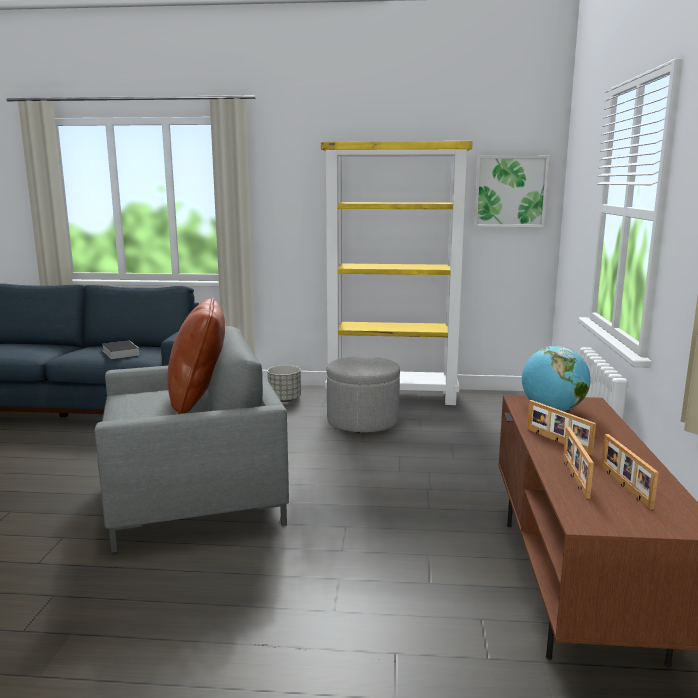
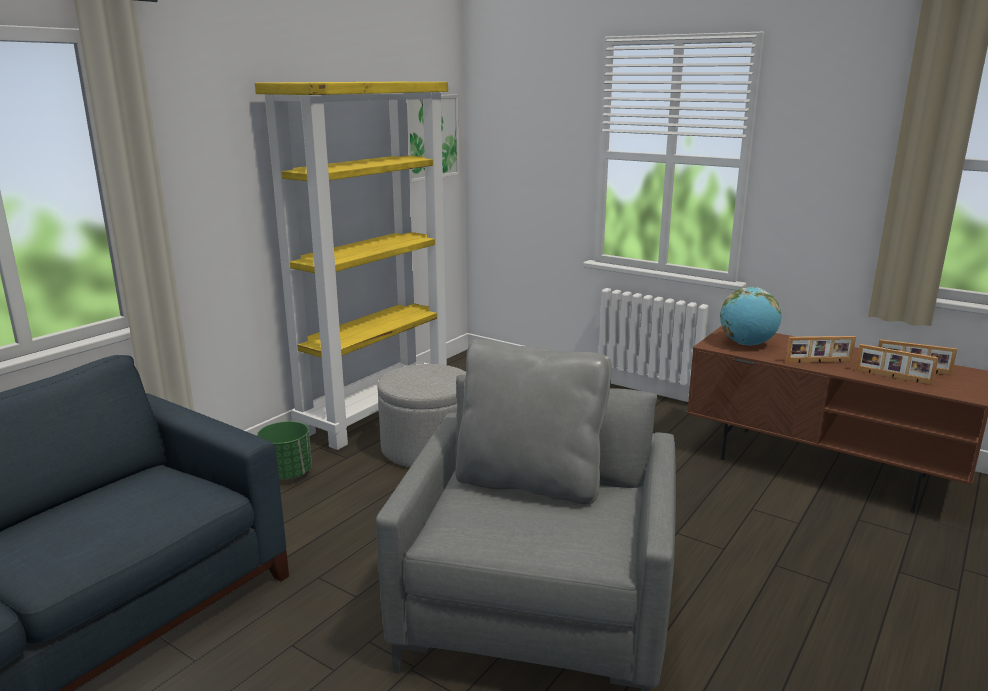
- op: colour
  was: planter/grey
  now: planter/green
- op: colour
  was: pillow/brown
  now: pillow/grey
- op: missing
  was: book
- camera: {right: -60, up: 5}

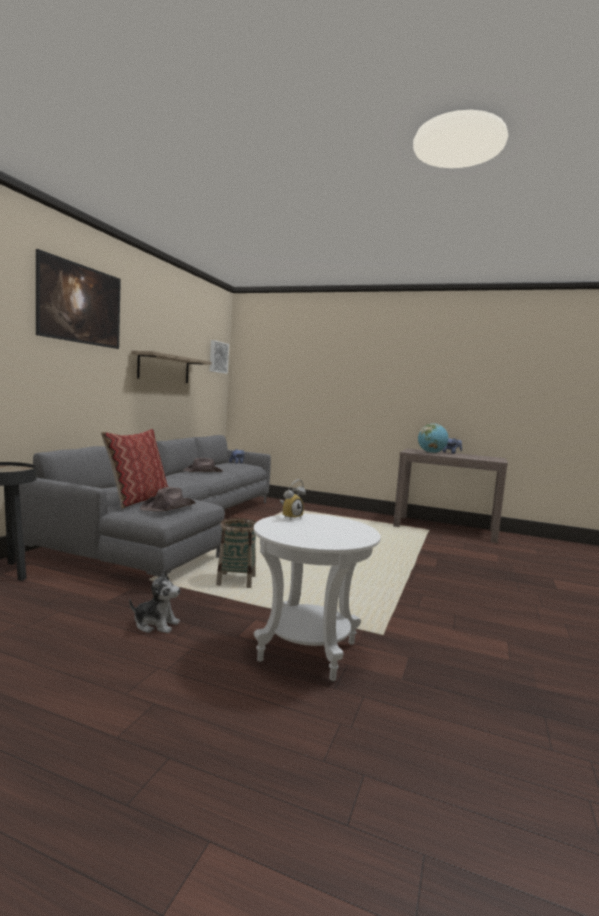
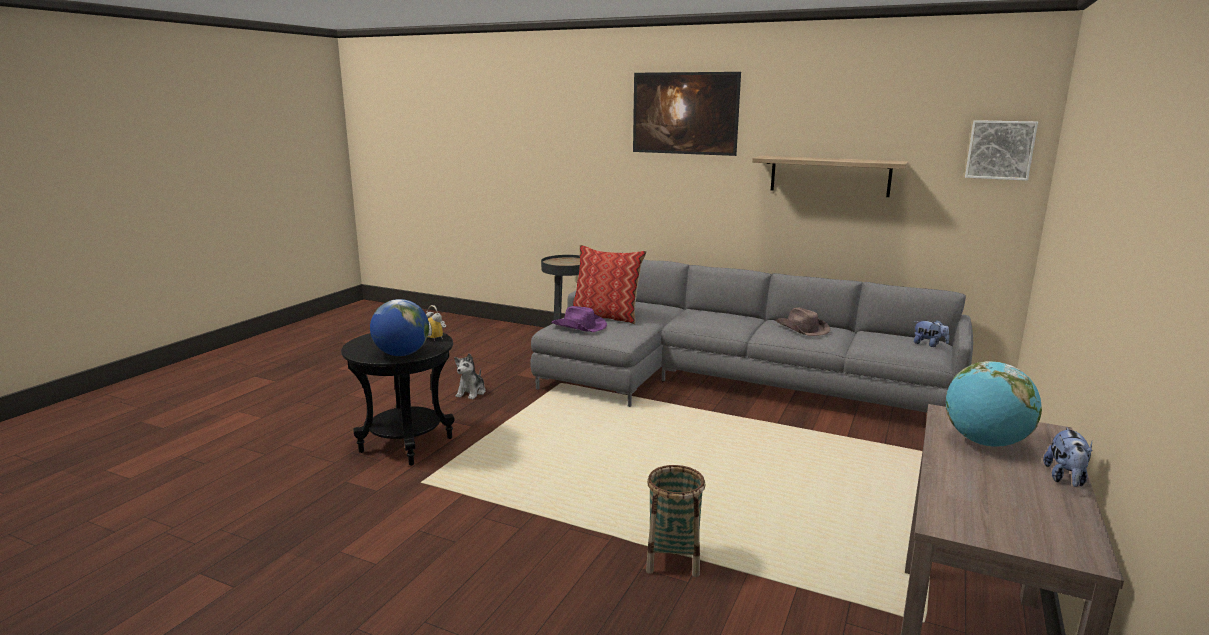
- op: colour
  was: side table/white
  now: side table/black (no. 1 from left)
- op: appeared
  now: globe (no. 1 from left)
- op: colour
  was: hat/brown (no. 1 from left)
  now: hat/purple
- op: relocated
  was: basket
- camera: {right: 95, up: 10}

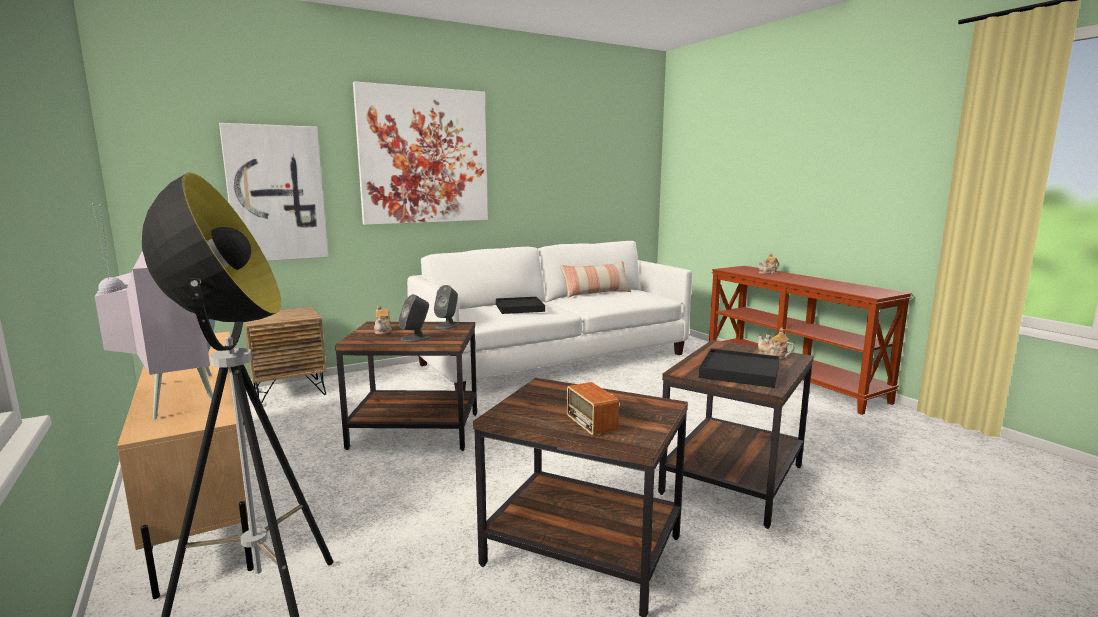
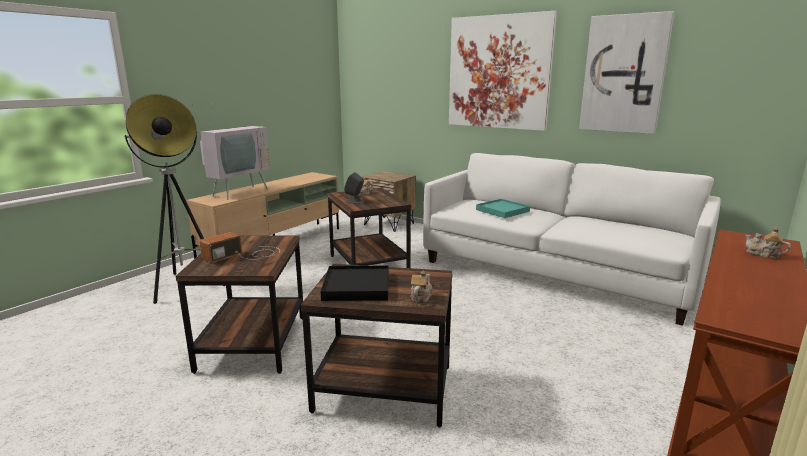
- op: colour
  was: tray/black (no. 1 from left)
  now: tray/turquoise
- op: relocated
  was: picture (no. 1 from left in the first image)
  now: picture (no. 2 from left)
- op: missing
  was: speaker/grey (no. 2 from left)
- op: missing
  was: pillow
- camera: {right: 65, up: 5}

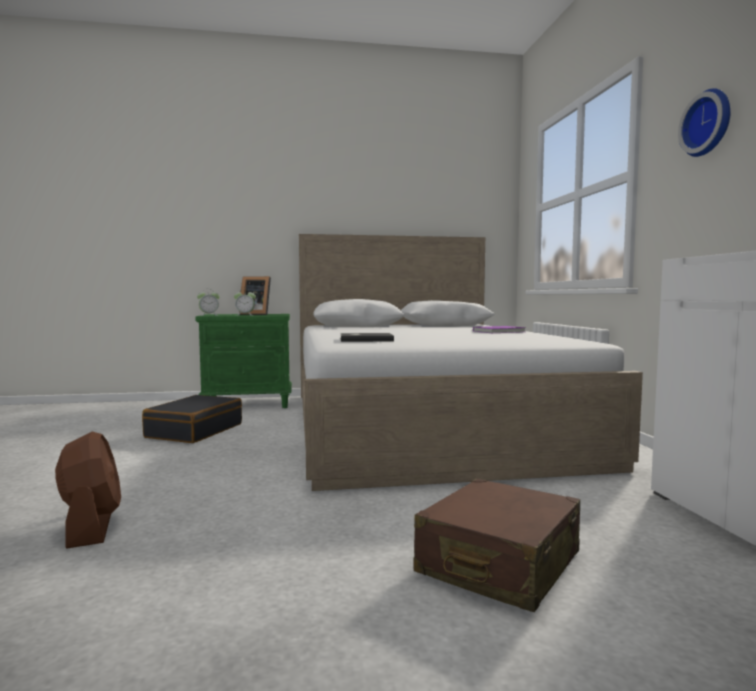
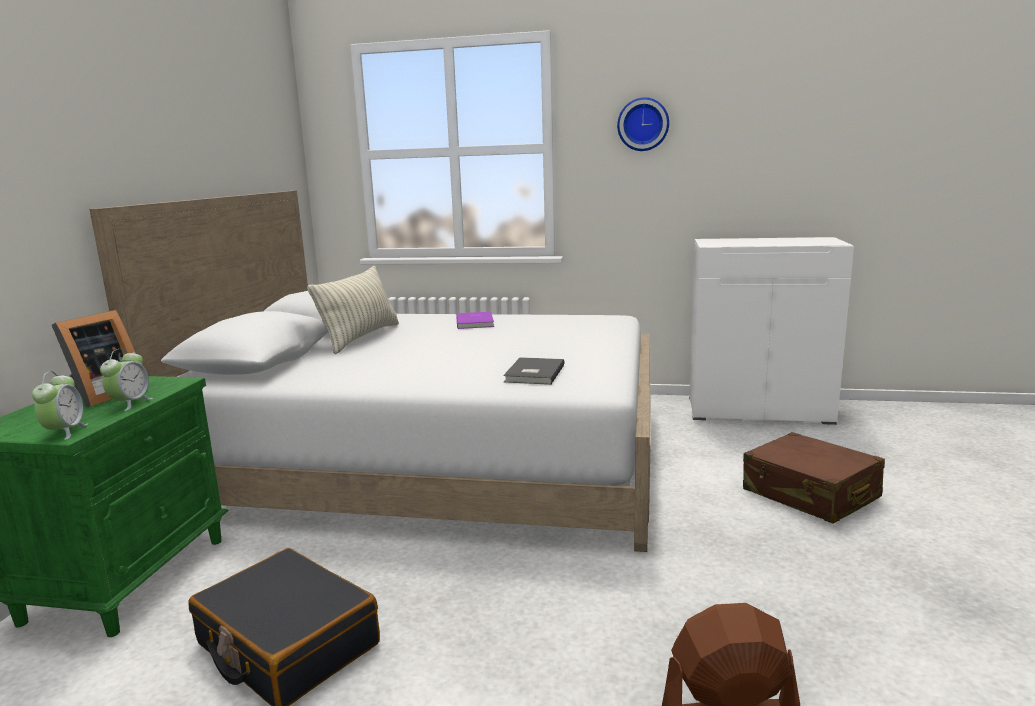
- op: appeared
  now: pillow
- camera: {right: -70, up: 10}

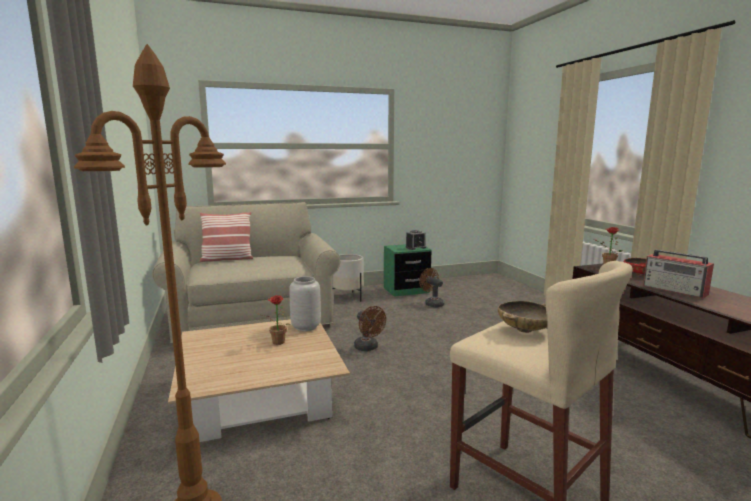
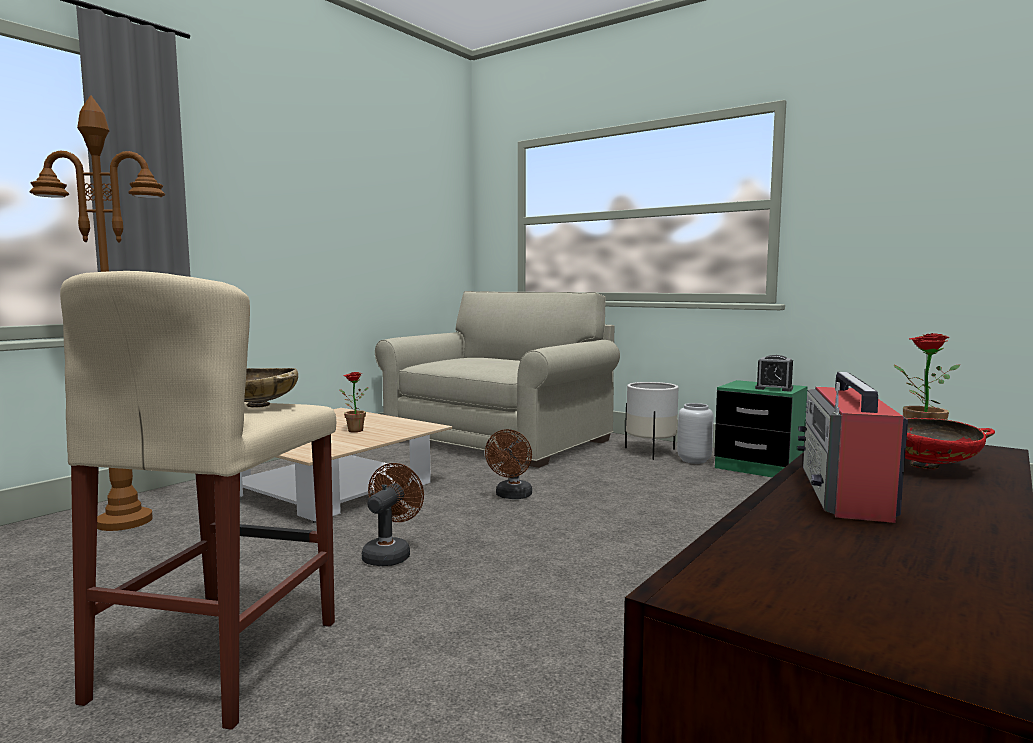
- op: relocated
  was: fan/brown (no. 2 from left in the first image)
  now: fan/brown (no. 1 from left)
- op: relocated
  was: vase/grey
- op: missing
  was: pillow
- camera: {right: 55, up: -5}

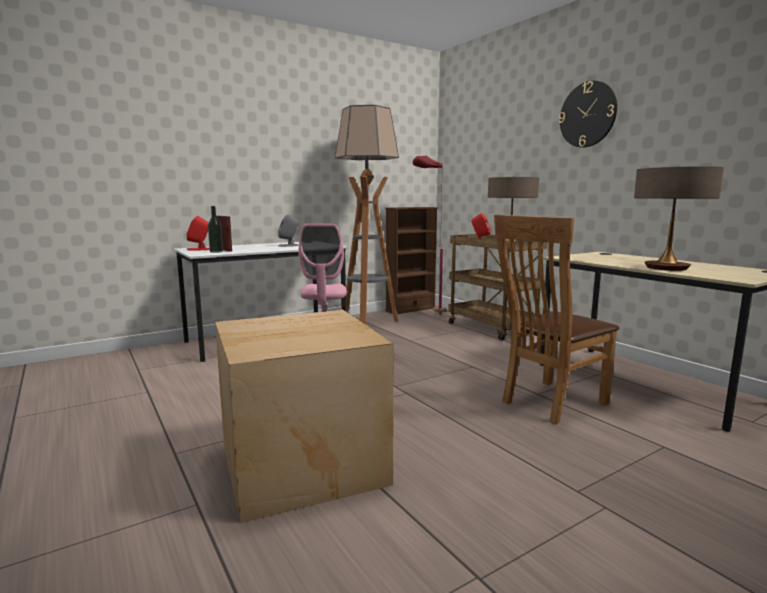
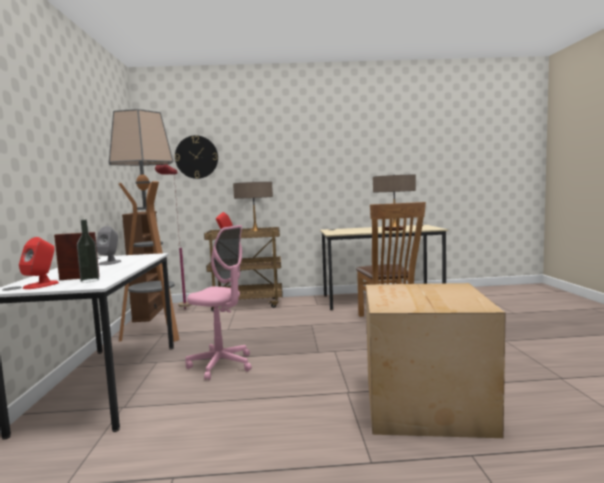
- op: relocated
  was: wall clock
- camera: {right: -60, up: -5}

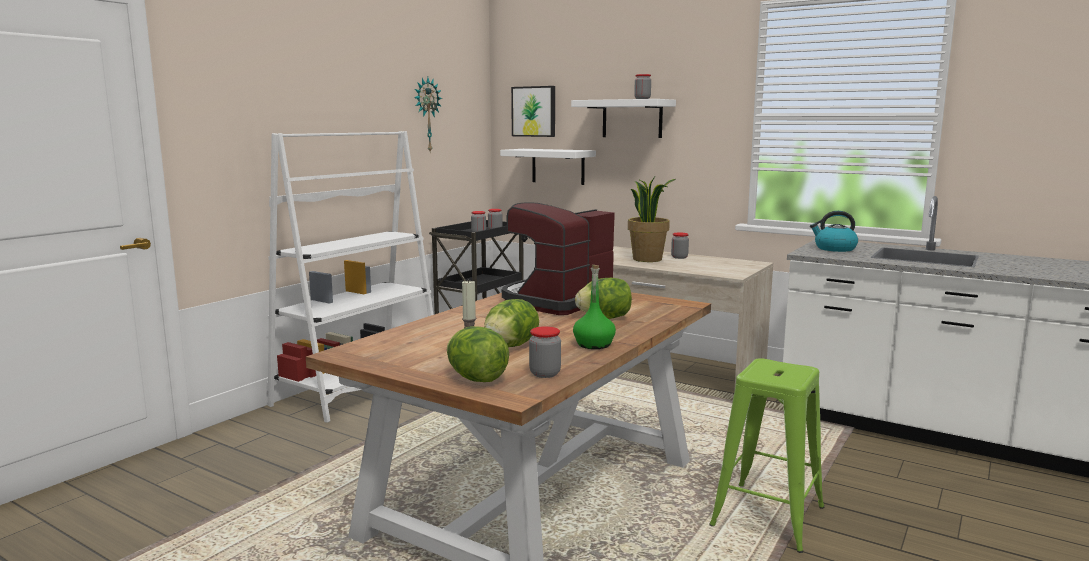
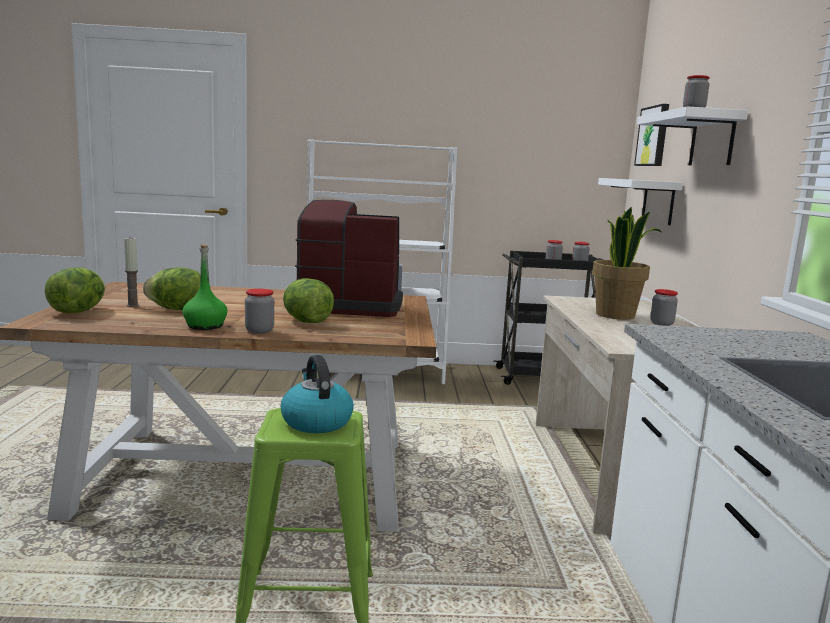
- op: relocated
  was: jar (no. 3 from left in the first image)
  now: jar (no. 1 from left)
- op: relocated
  was: kettle
- op: missing
  was: wall clock
- camera: {right: 55, up: 0}

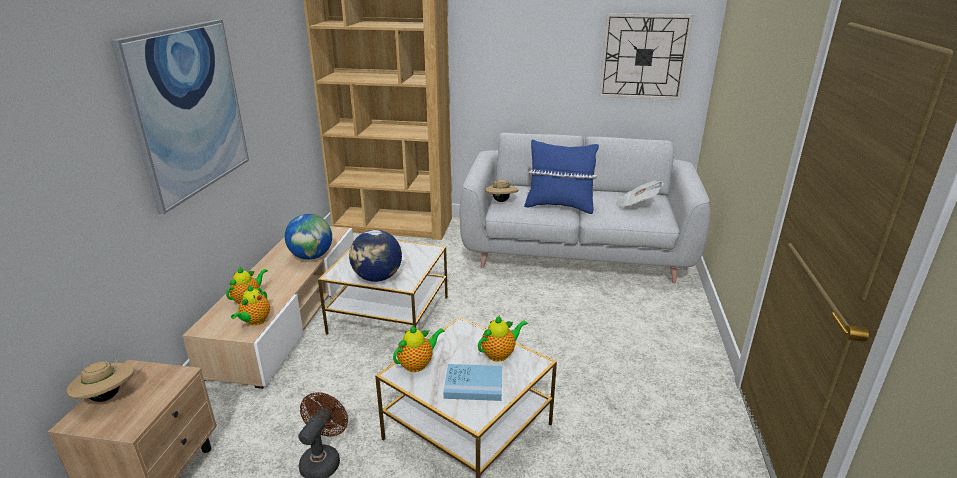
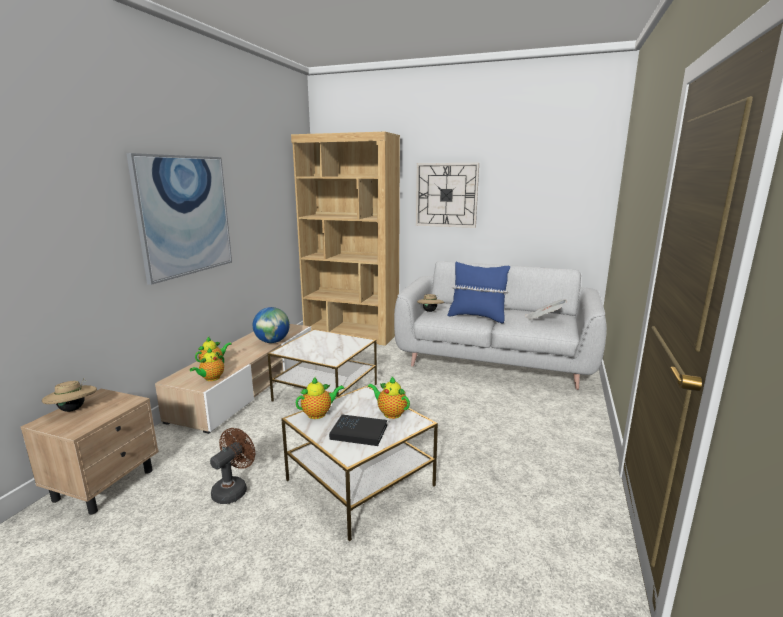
- op: colour
  was: book/blue
  now: book/black
- op: spun
  was: teapot (no. 4 from left)
  clockwise: -120
- op: relocated
  was: wall clock
- op: missing
  was: globe (no. 2 from left)
- camera: {right: 10, up: -10}

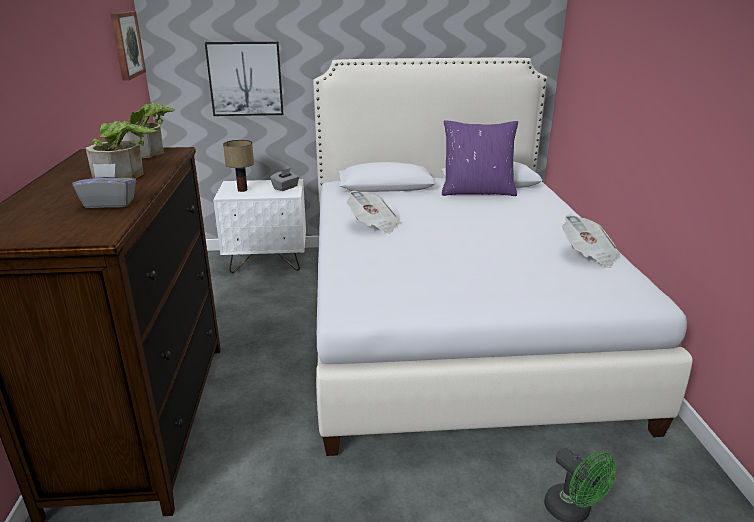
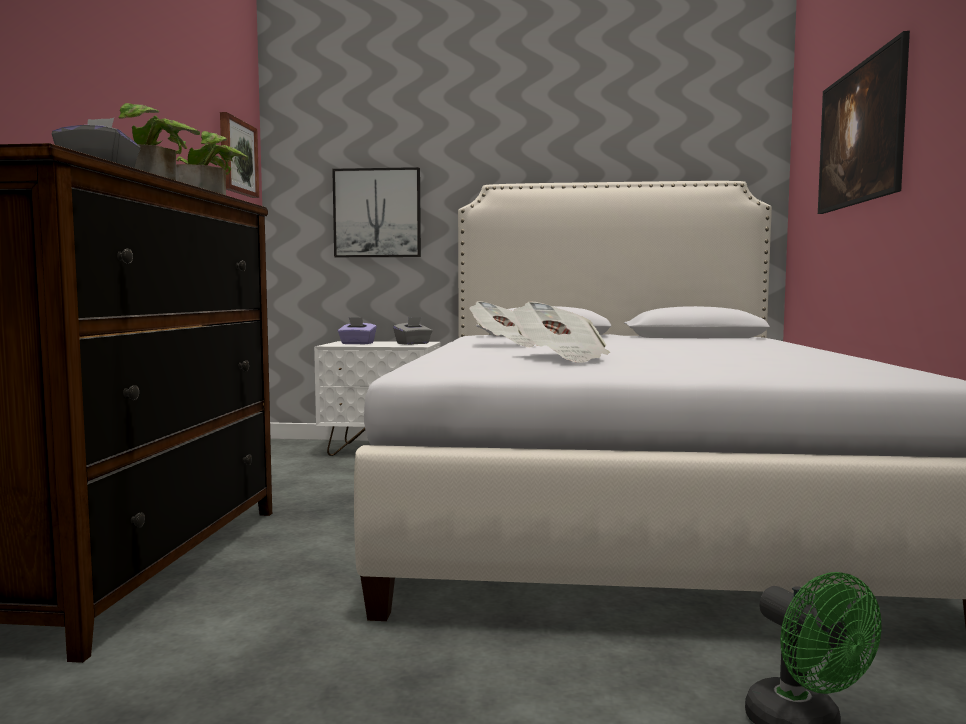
- op: exchanged
  was: table lamp
  now: tissue box/purple
- op: relocated
  was: newspaper (no. 2 from left)
- op: appeared
  now: picture (no. 3 from left)
- op: missing
  was: pillow/purple
- camera: {right: 10, up: -20}

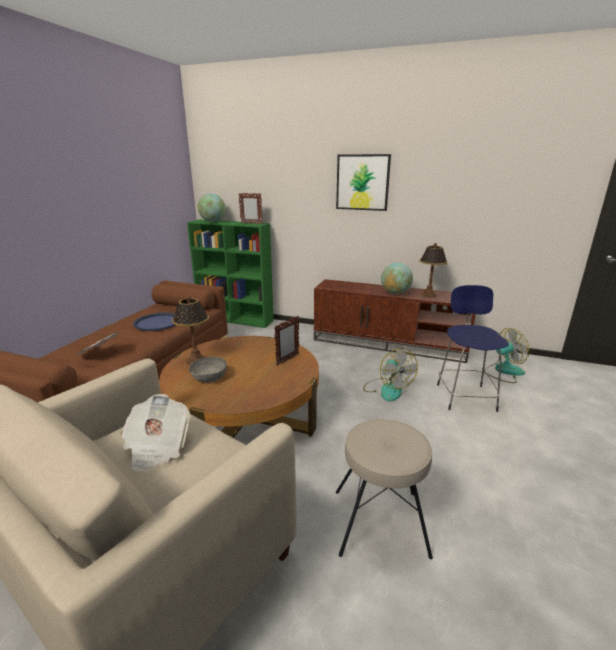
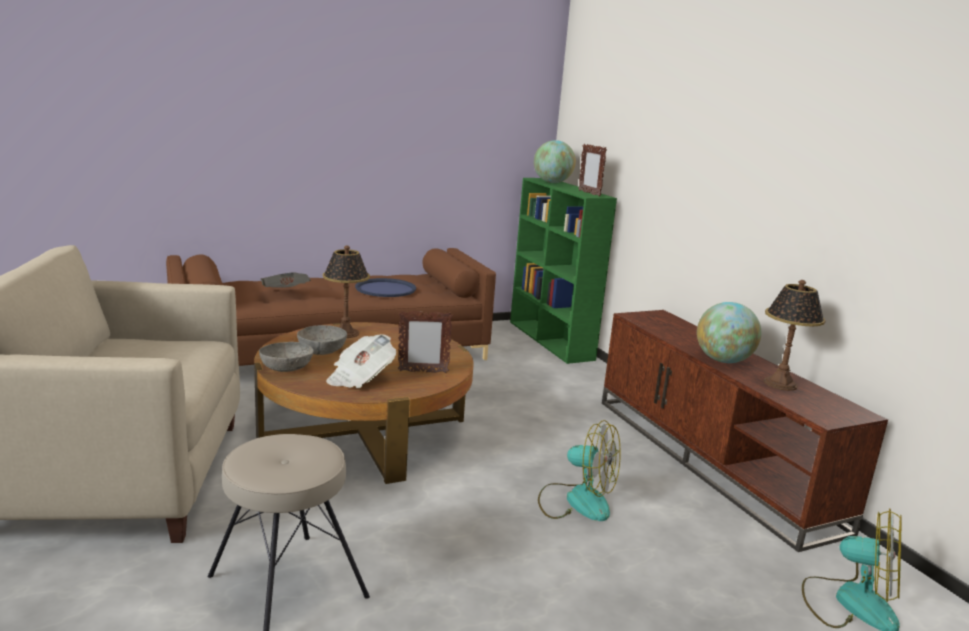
- op: appeared
  now: bowl/grey (no. 1 from left)
- op: relocated
  was: newspaper (no. 2 from left)
- op: spun
  was: fan (no. 1 from left)
  clockwise: -90
- op: missing
  was: picture
- op: missing
  was: stool/blue
- camera: {right: 45, up: -5}

